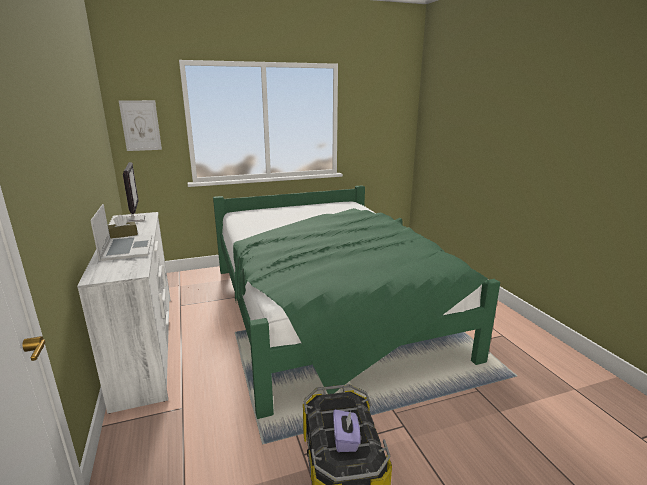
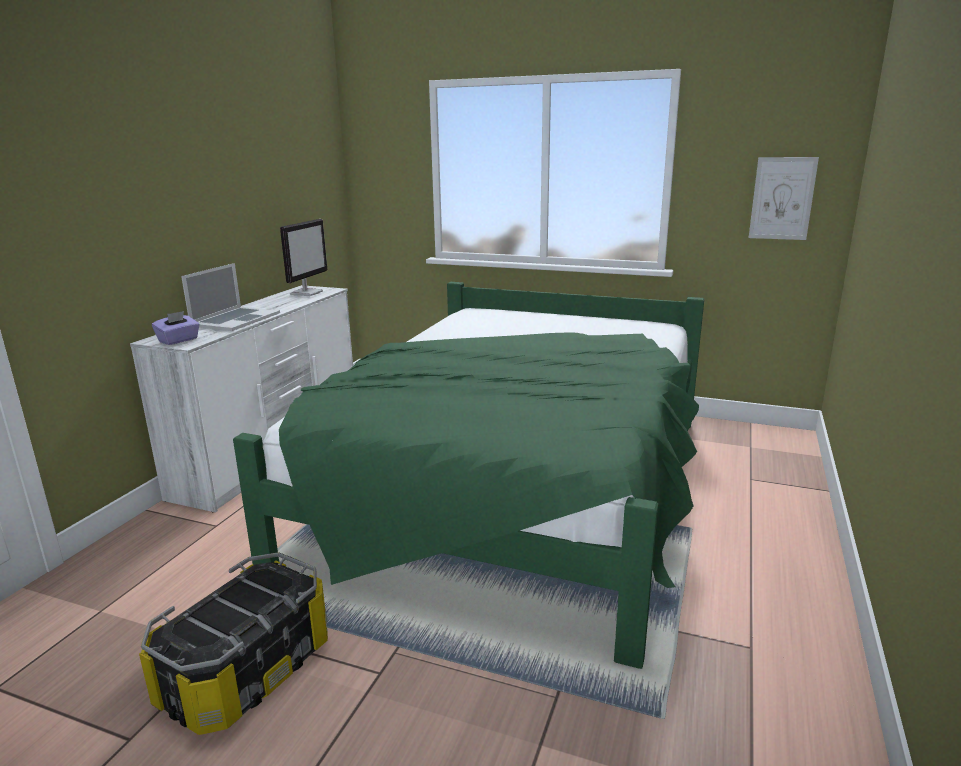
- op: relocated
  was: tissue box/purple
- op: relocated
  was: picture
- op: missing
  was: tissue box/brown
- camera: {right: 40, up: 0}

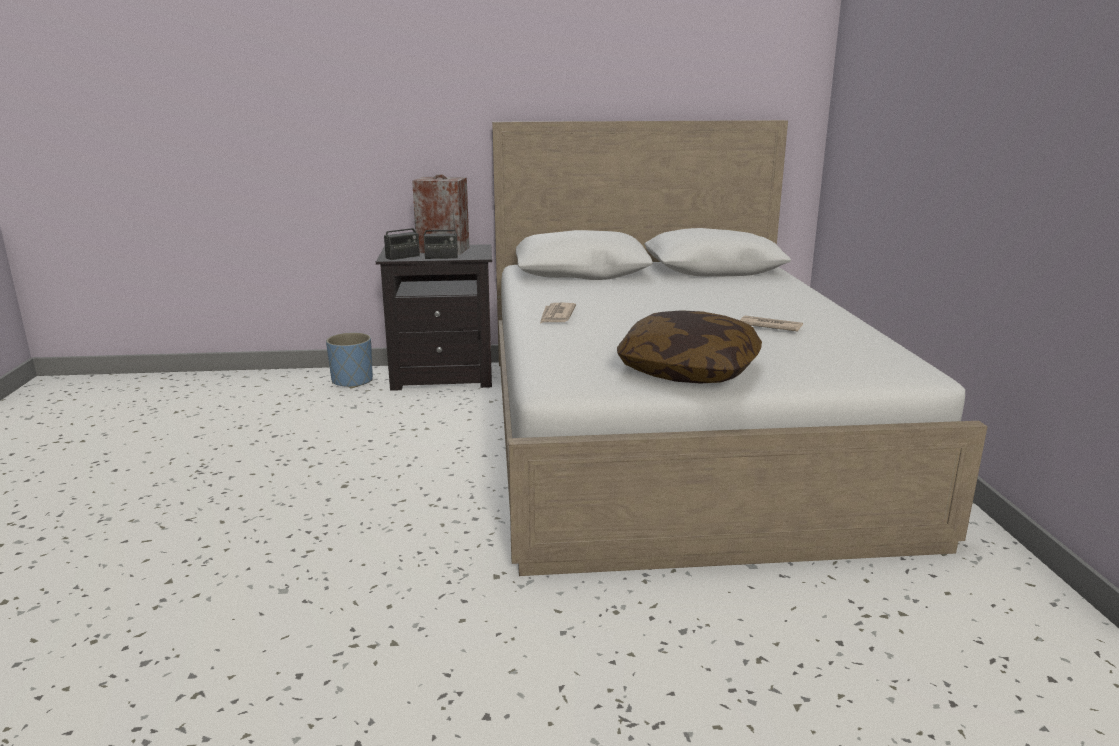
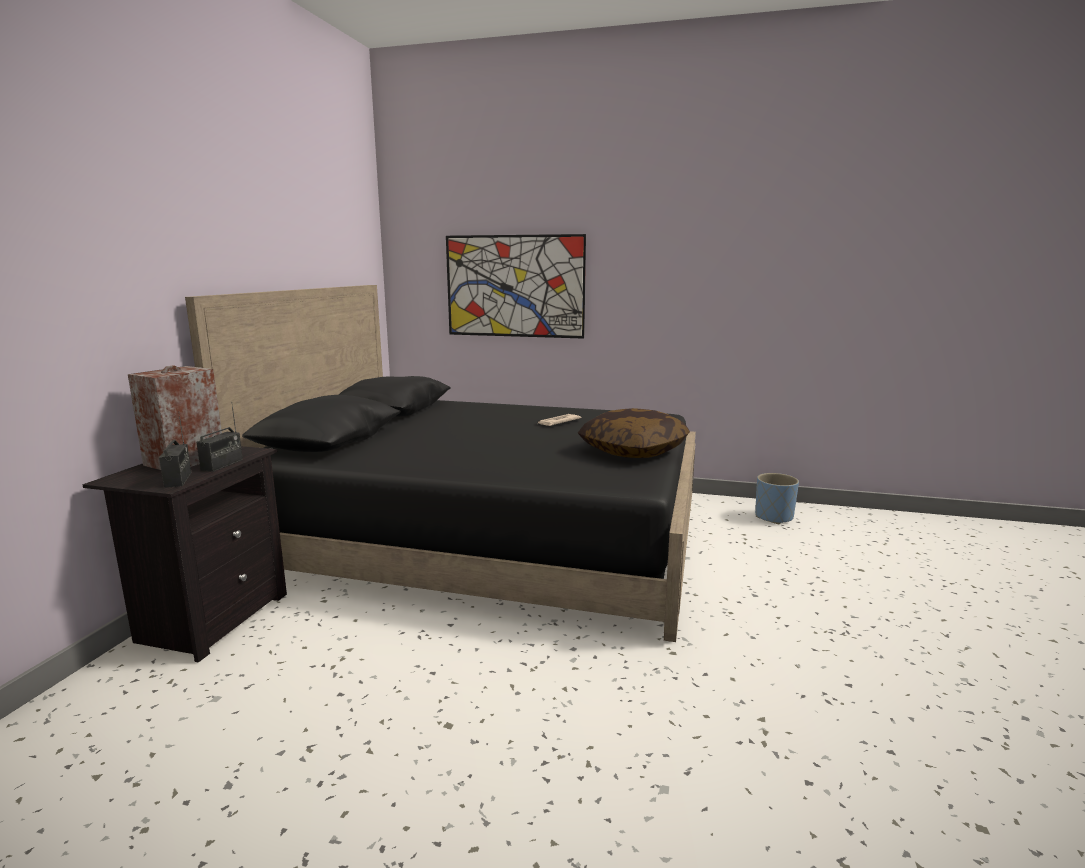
- op: colour
  was: bed/white
  now: bed/black
- op: appeared
  now: picture
- op: relocated
  was: planter/blue
- op: missing
  was: newspaper (no. 1 from left)
- camera: {right: -70, up: -5}

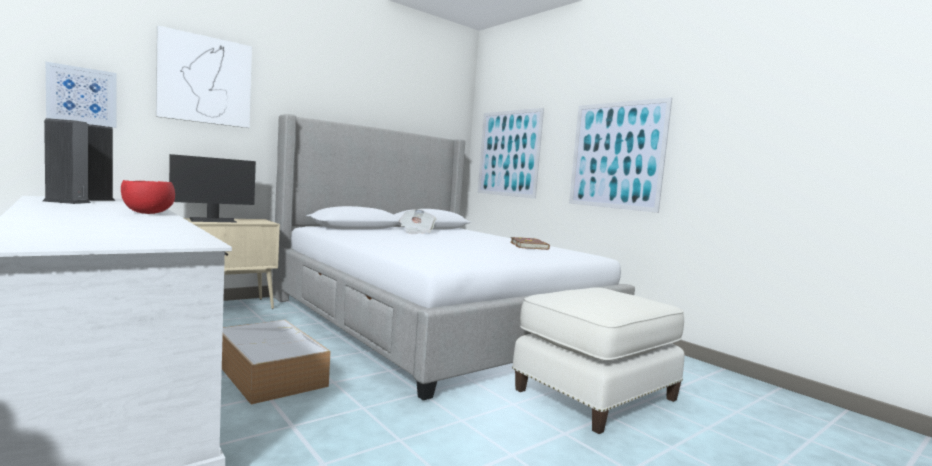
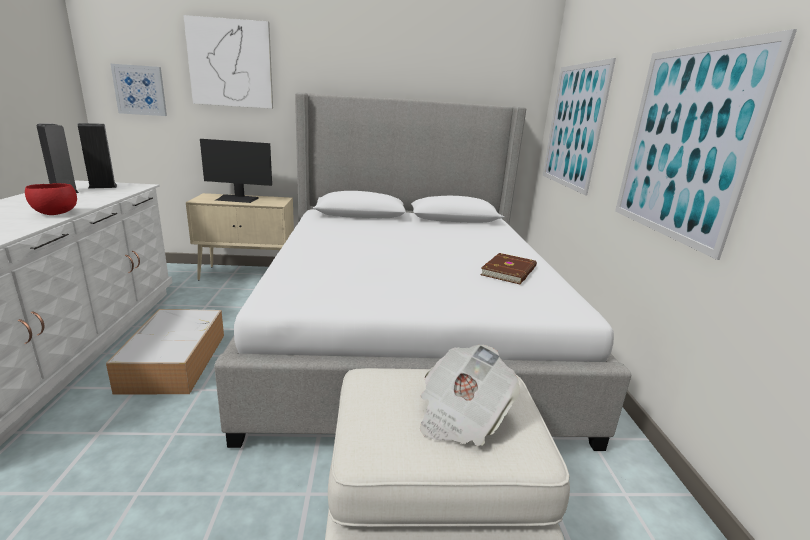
- op: relocated
  was: newspaper
- camera: {right: 35, up: 15}

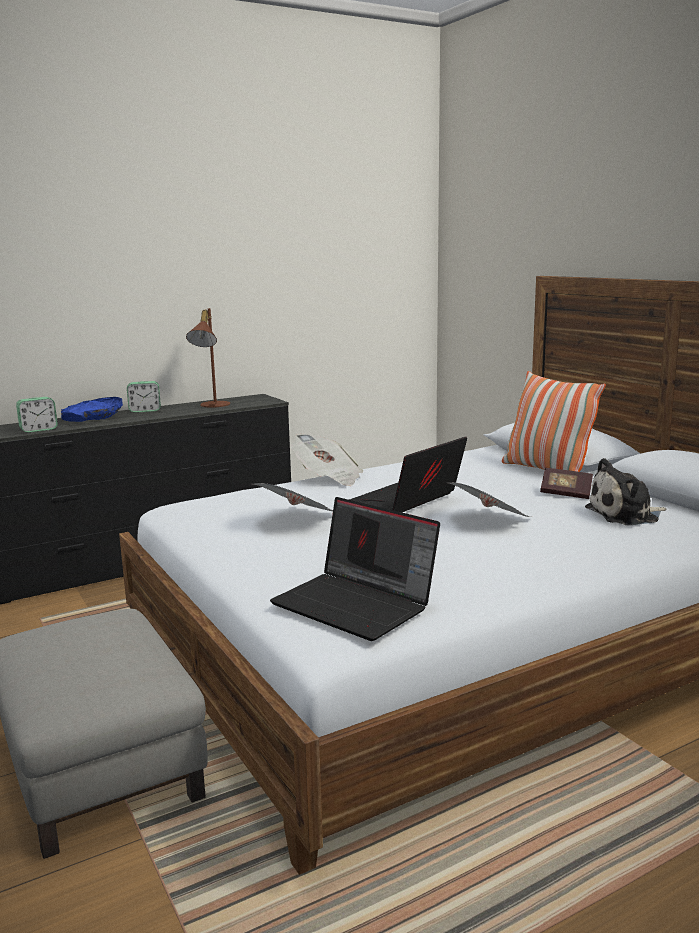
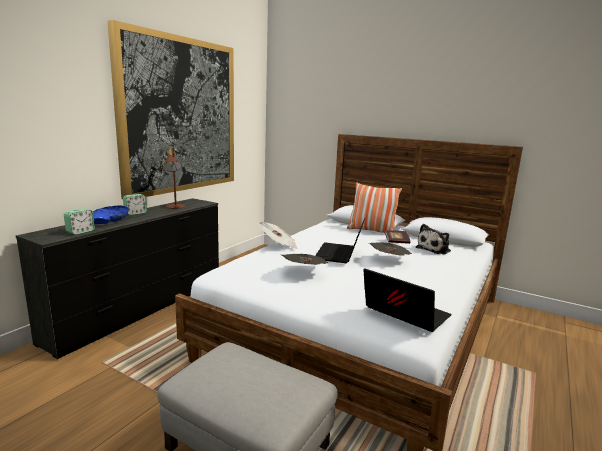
- op: appeared
  now: picture
- op: spun
  was: laptop (no. 1 from left in the first image)
  clockwise: -150
- camera: {right: -30, up: 0}

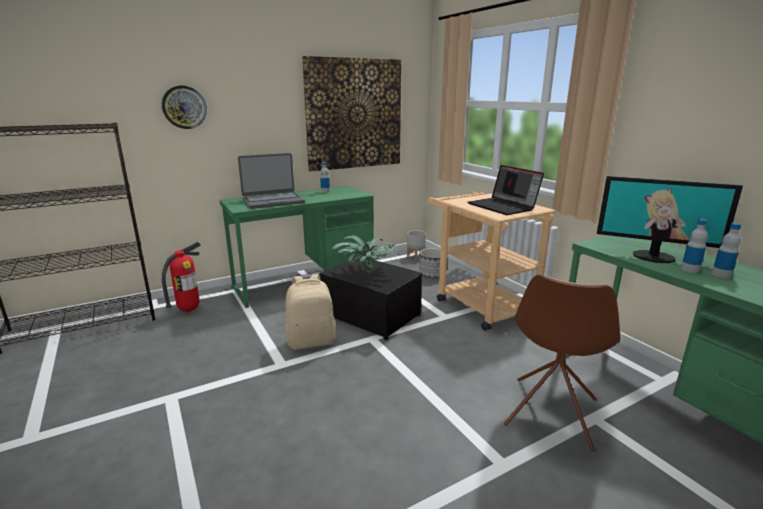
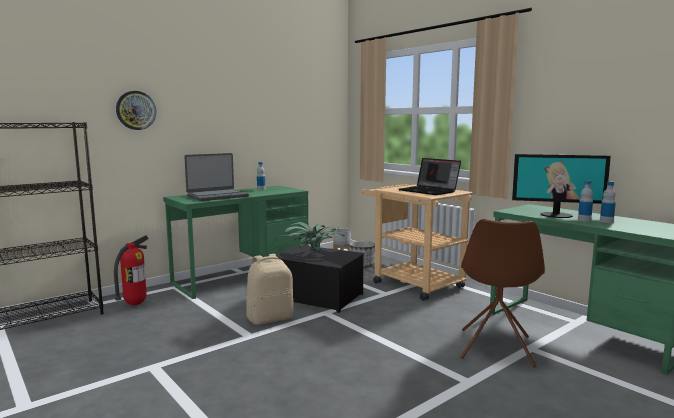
- op: missing
  was: picture
- camera: {right: -10, up: -10}

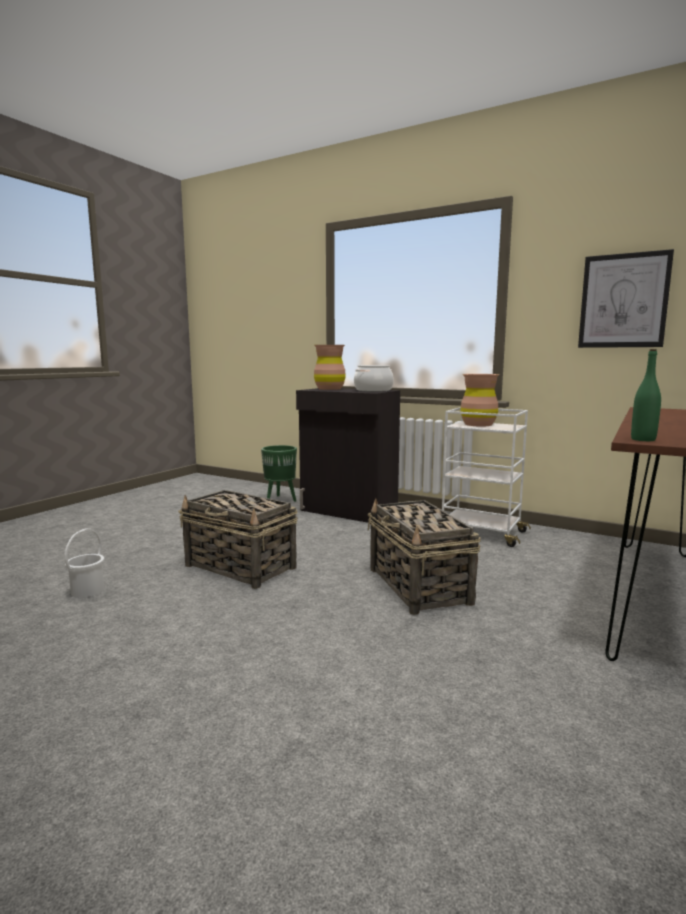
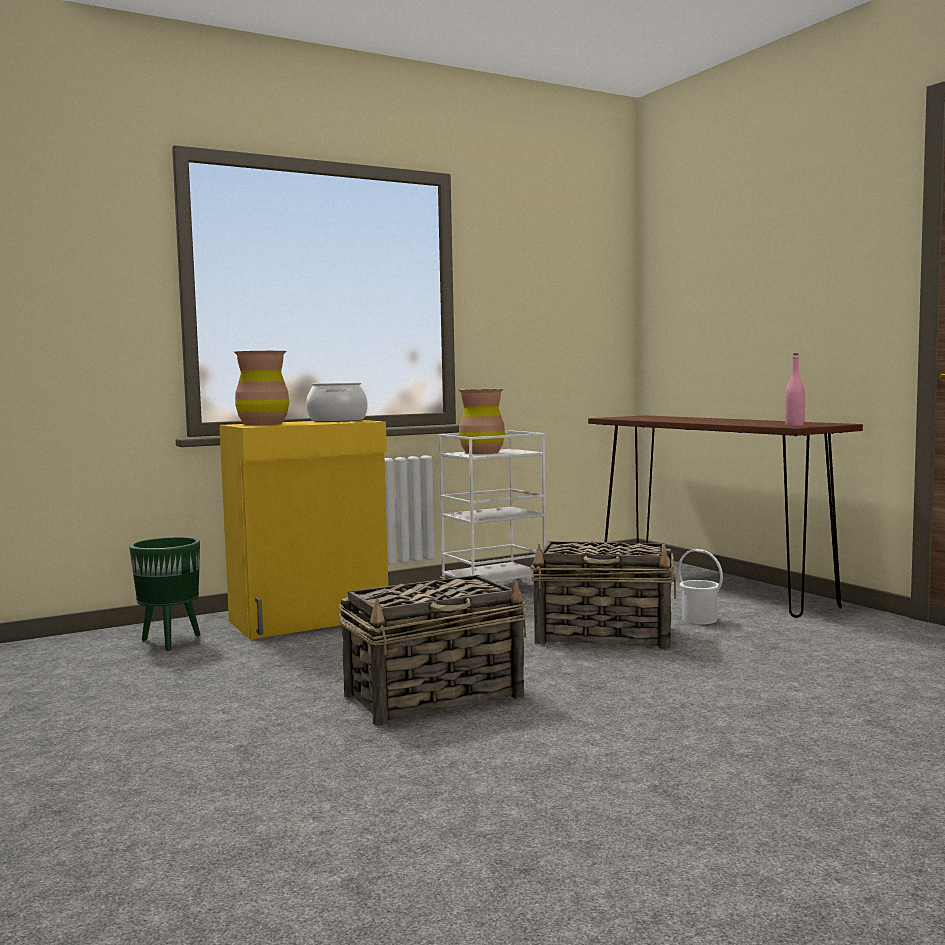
- op: colour
  was: cabinet/black
  now: cabinet/yellow
- op: relocated
  was: bucket/white
- op: colour
  was: bottle/green
  now: bottle/pink
- op: missing
  was: picture
- camera: {right: -60, up: -5}

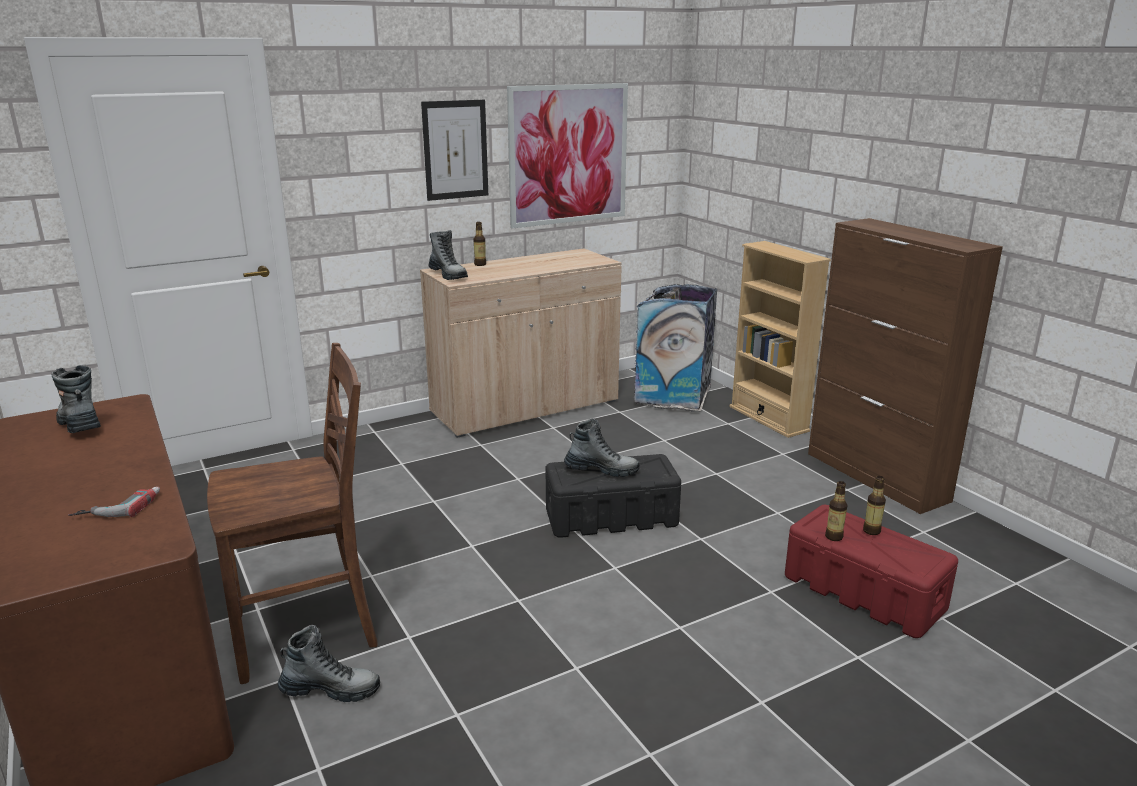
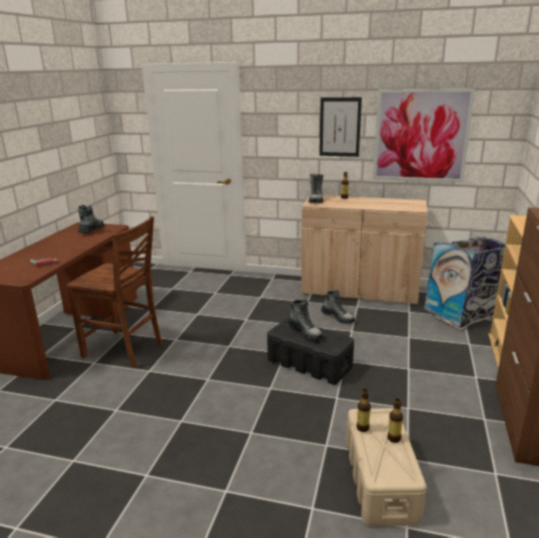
- op: relocated
  was: boot (no. 2 from left in the first image)
  now: boot (no. 4 from left)
- op: colour
  was: storage box/red
  now: storage box/beige
- camera: {right: 45, up: 0}

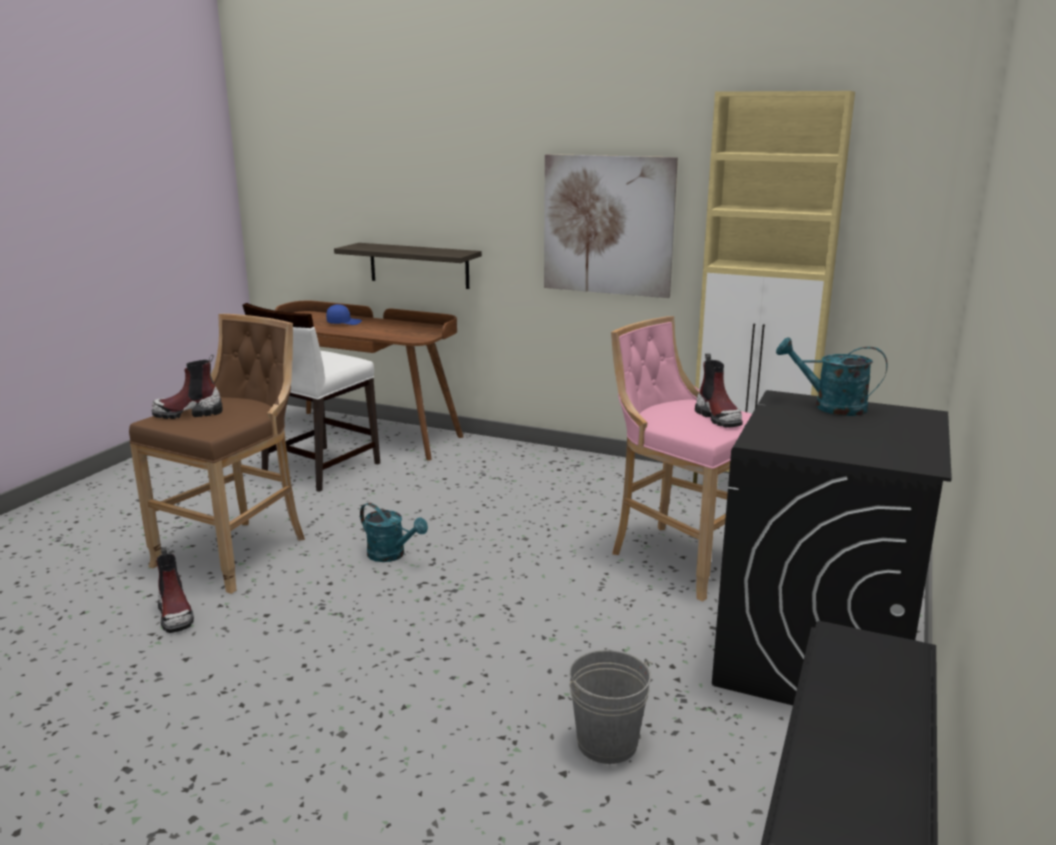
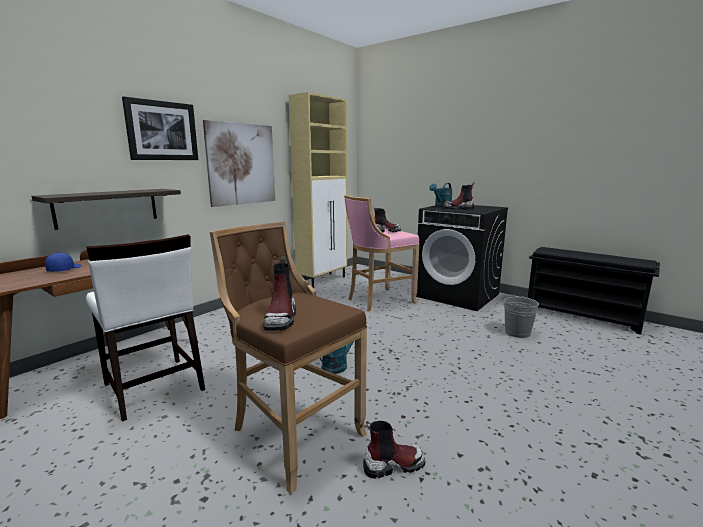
- op: appeared
  now: picture (no. 1 from left)
- op: appeared
  now: boot (no. 4 from left)
- camera: {right: -75, up: -5}

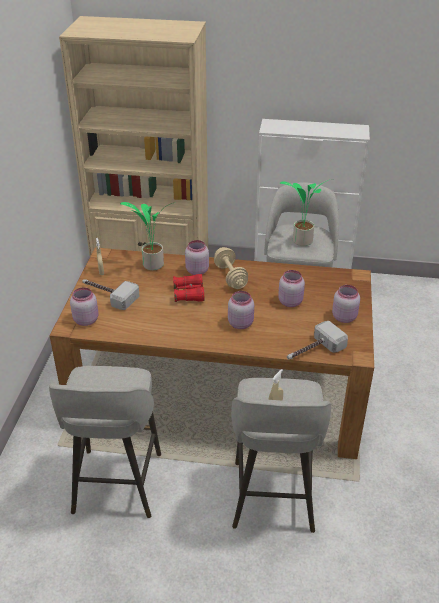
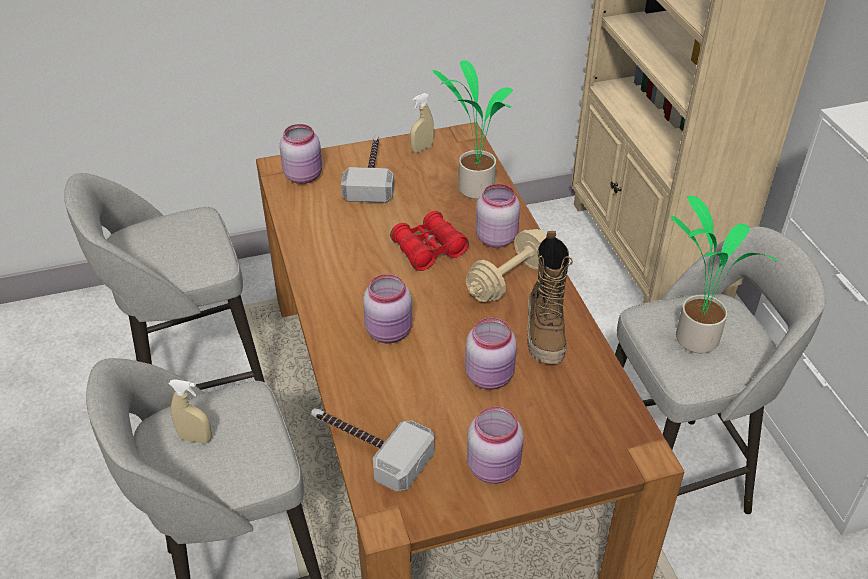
- op: appeared
  now: boot
- camera: {right: 65, up: 5}

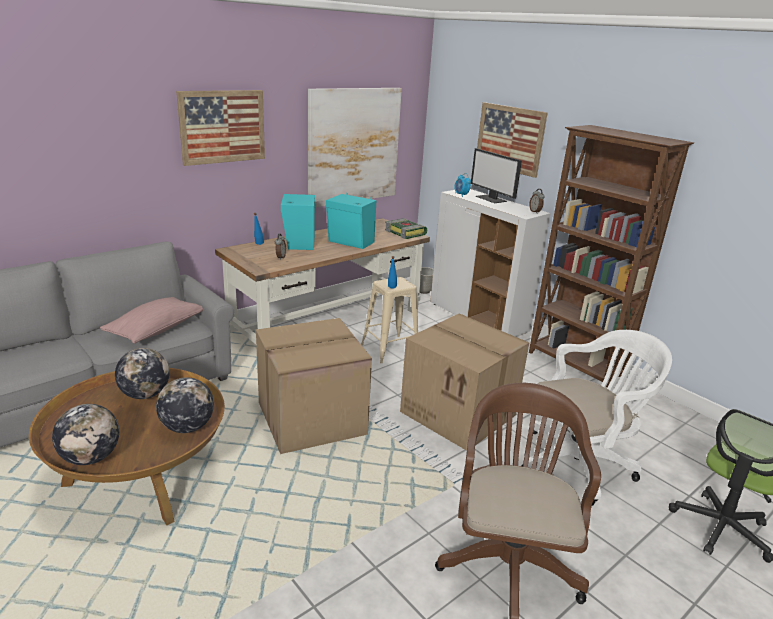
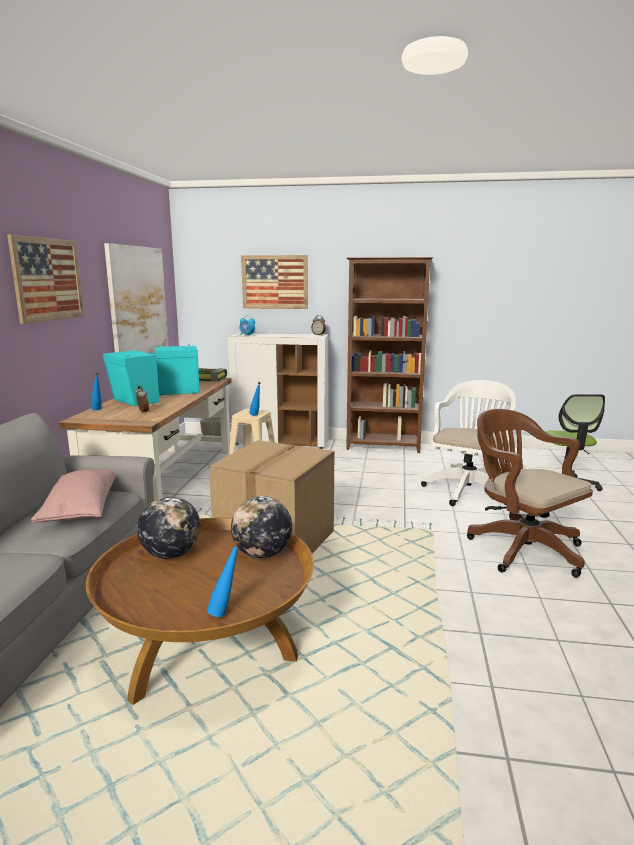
- op: exchanged
  was: globe (no. 1 from left)
  now: bottle/blue (no. 2 from left)
- op: missing
  was: cardboard box (no. 2 from left)
- op: missing
  was: monitor
- camera: {right: -40, up: -10}

